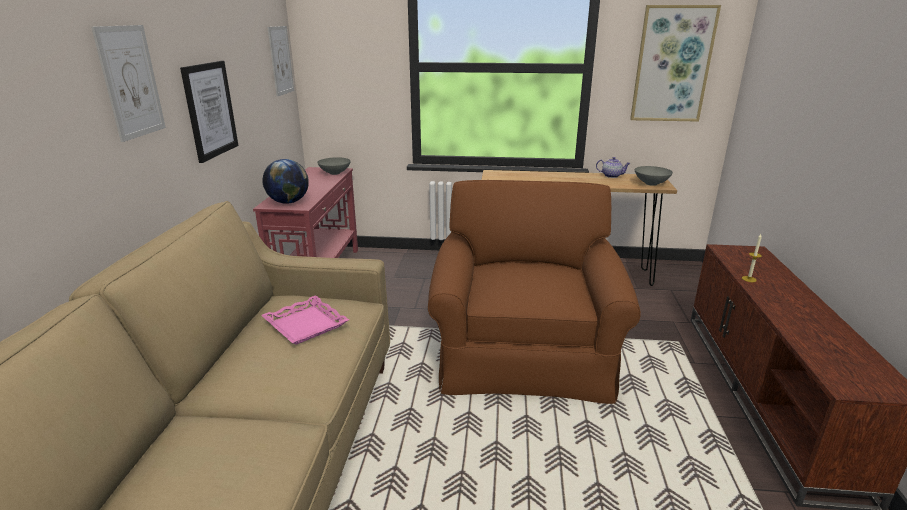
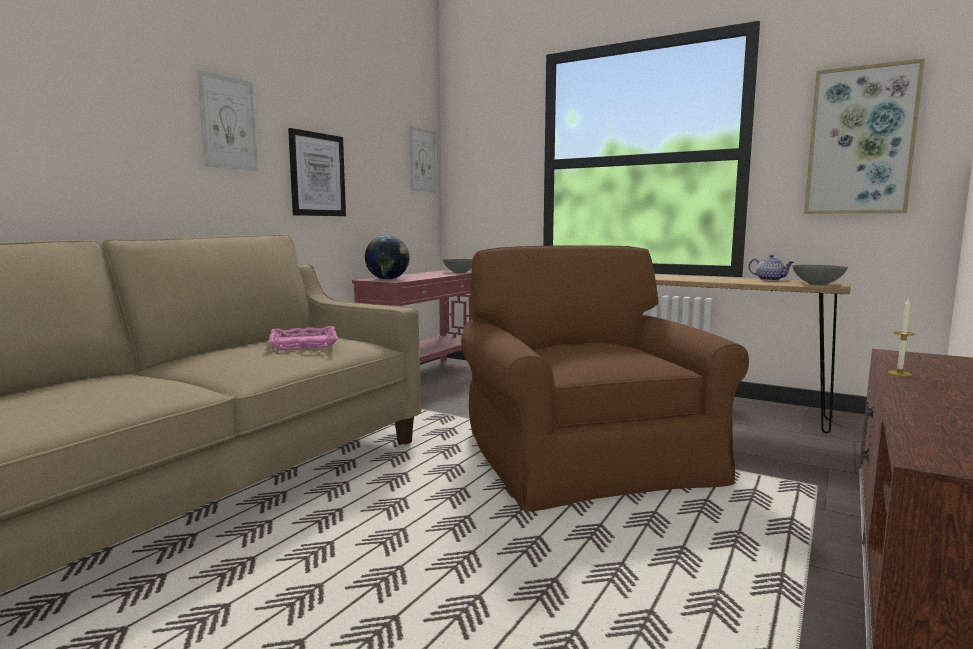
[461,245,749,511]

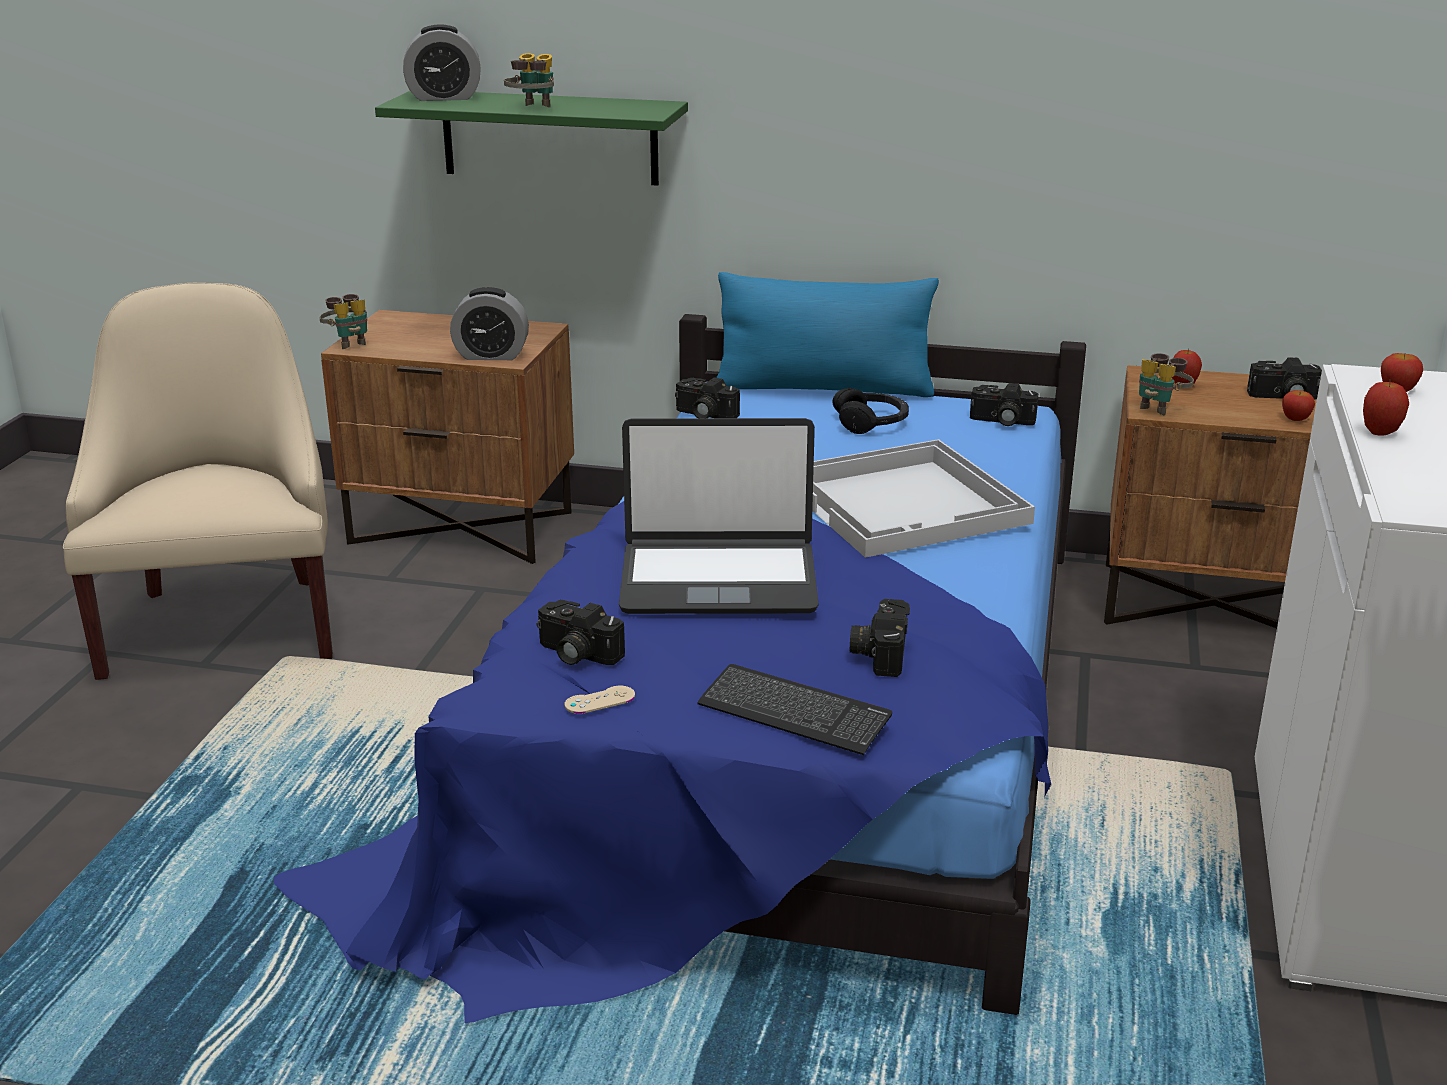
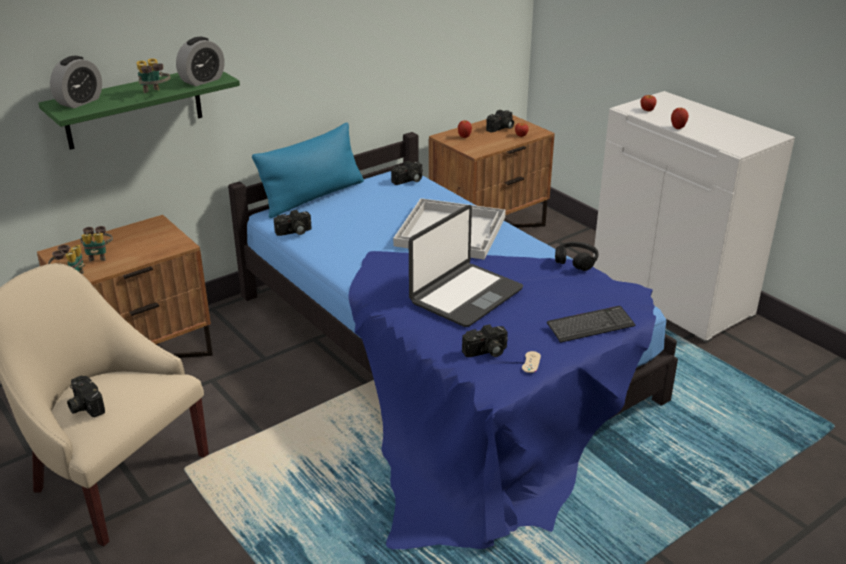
[176,37,224,86]
[80,226,113,262]
[555,242,599,271]
[67,376,105,418]

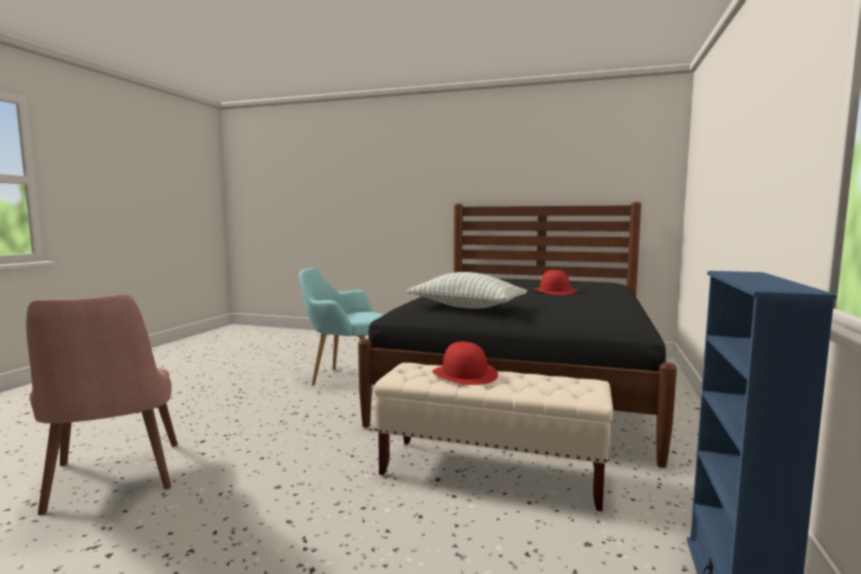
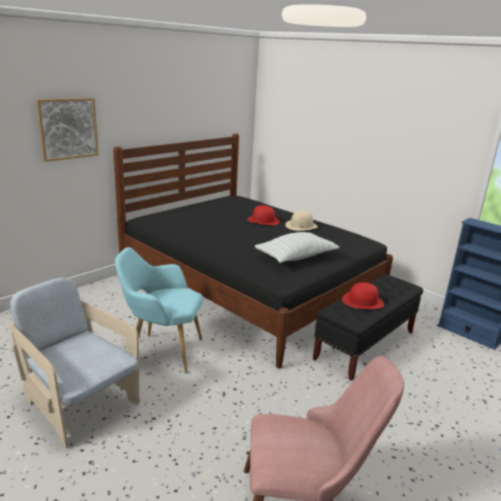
[115,247,203,373]
[313,274,423,381]
[36,98,98,162]
[285,210,318,231]
[9,278,139,448]

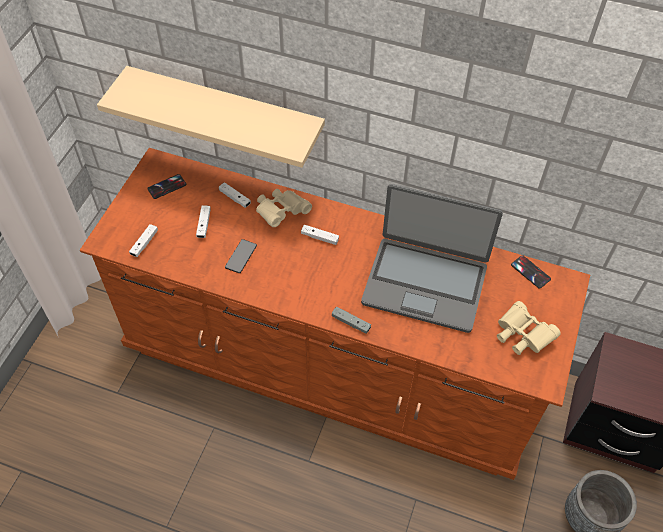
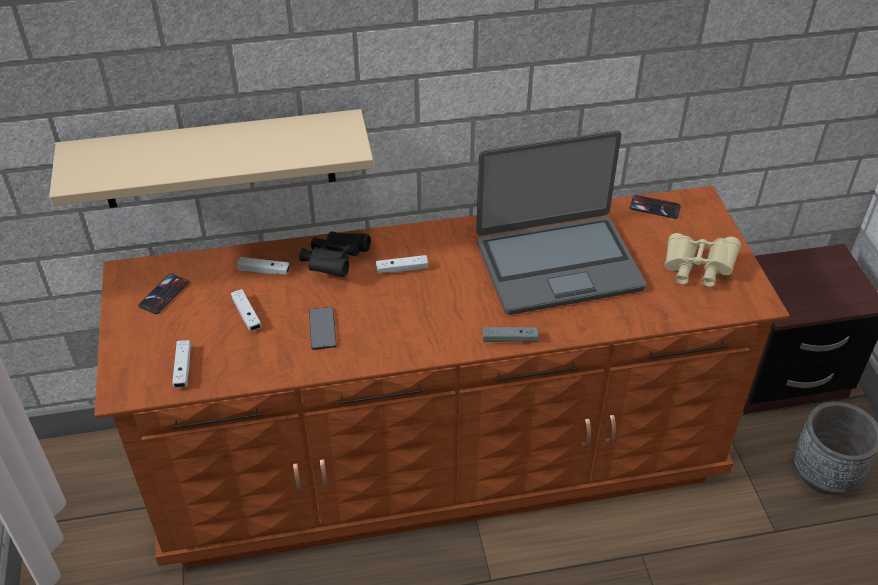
[299,231,371,277]

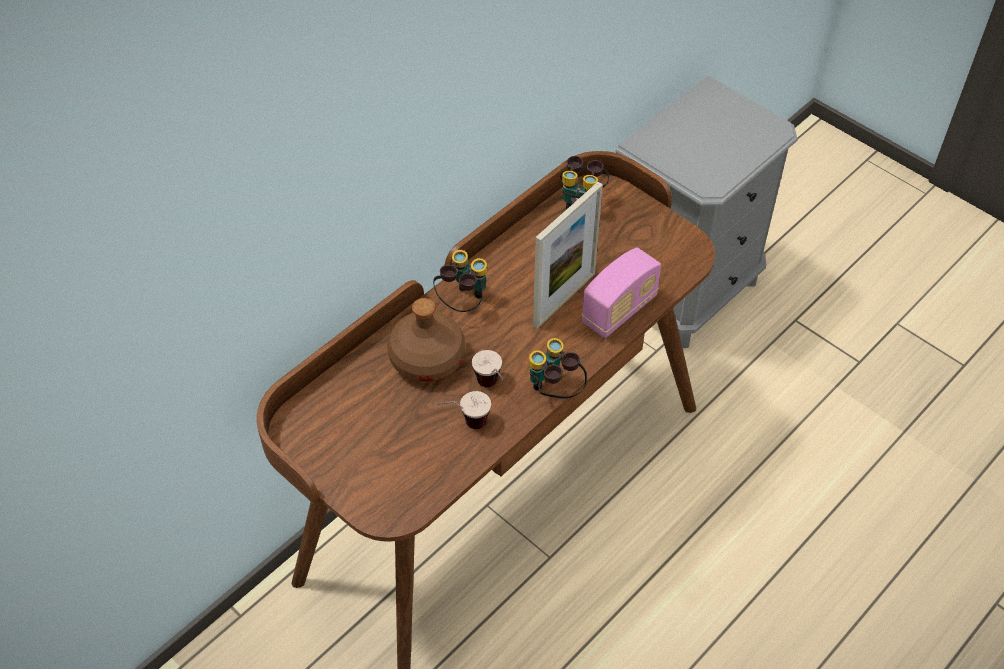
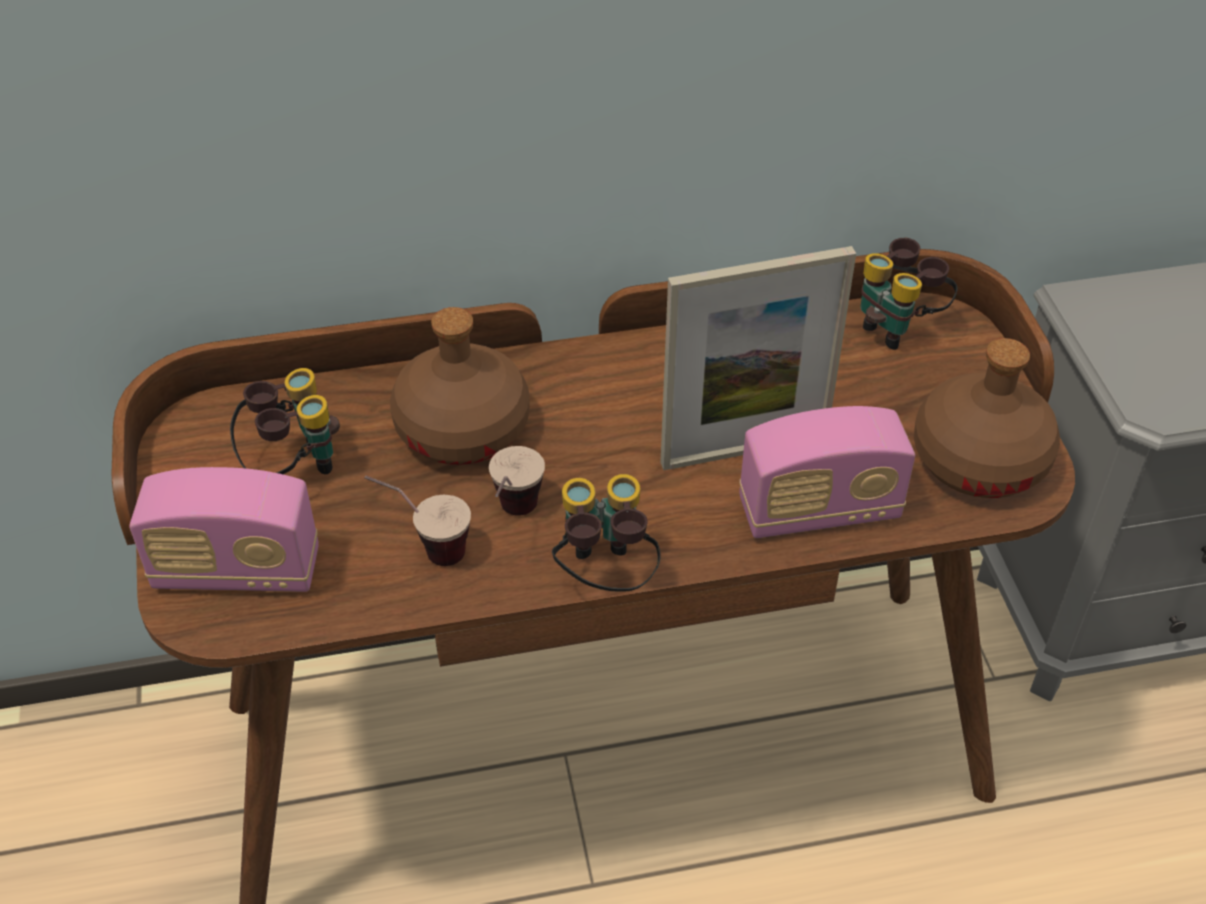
[230,368,340,474]
[914,338,1060,498]
[129,467,319,592]

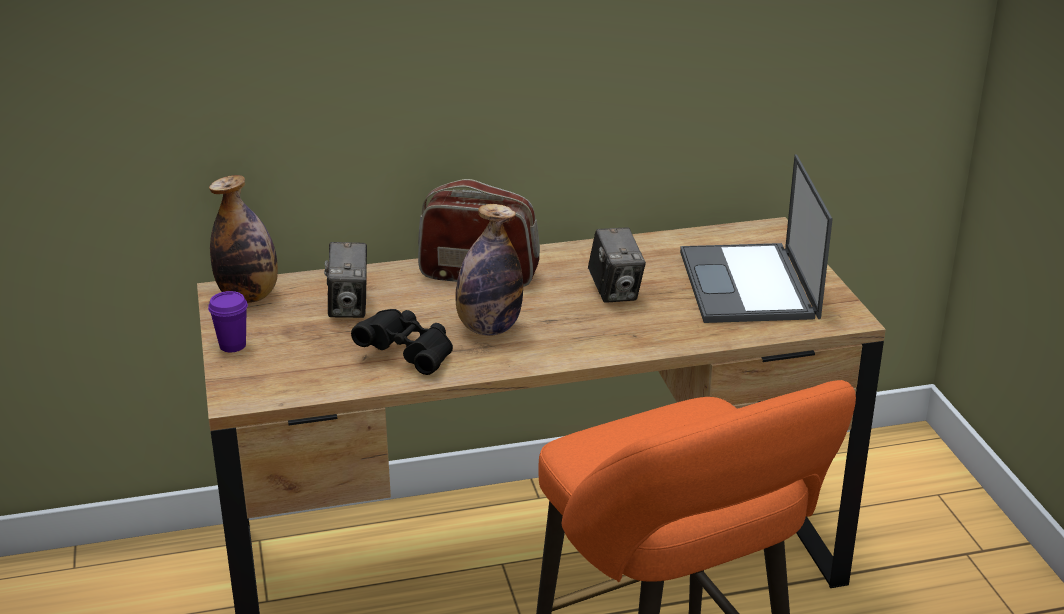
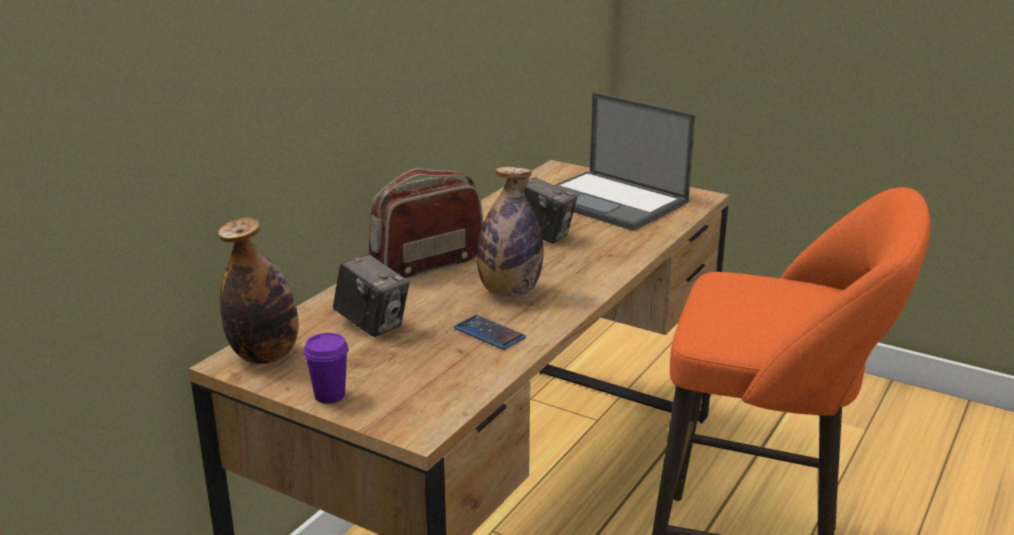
[454,315,526,350]

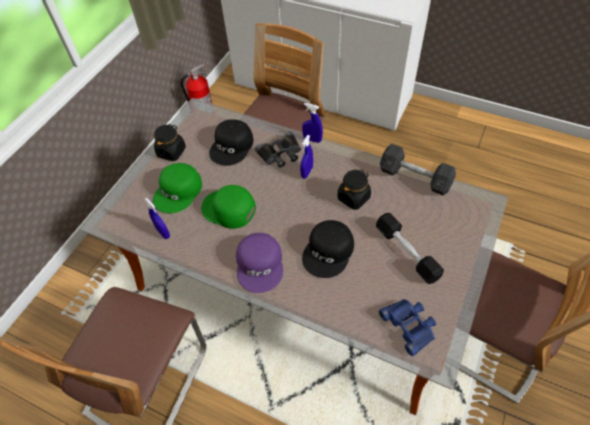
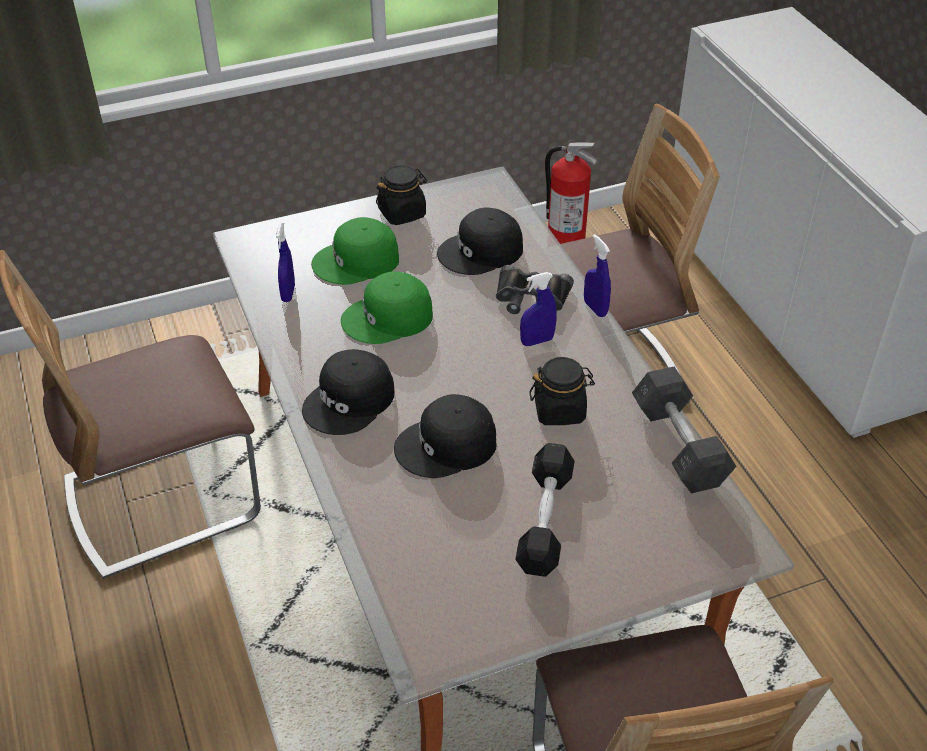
[341,271,433,344]
[302,349,395,435]
[379,299,436,356] (first image)

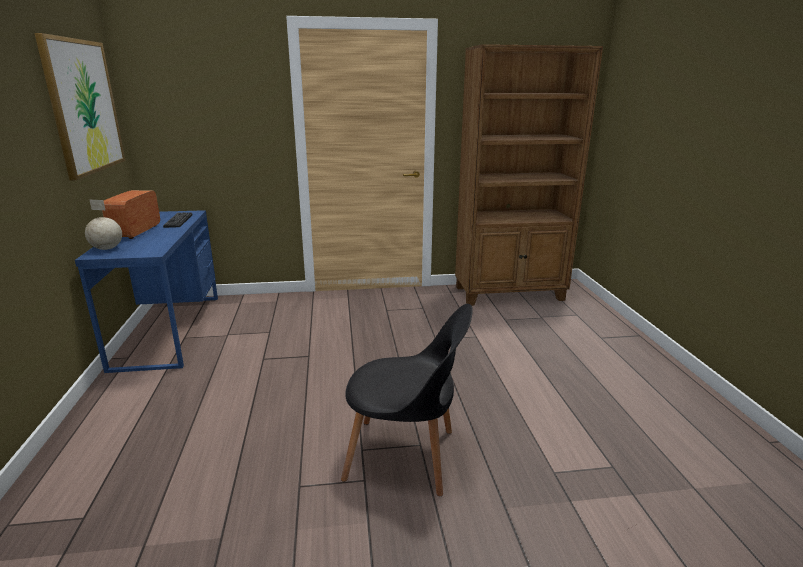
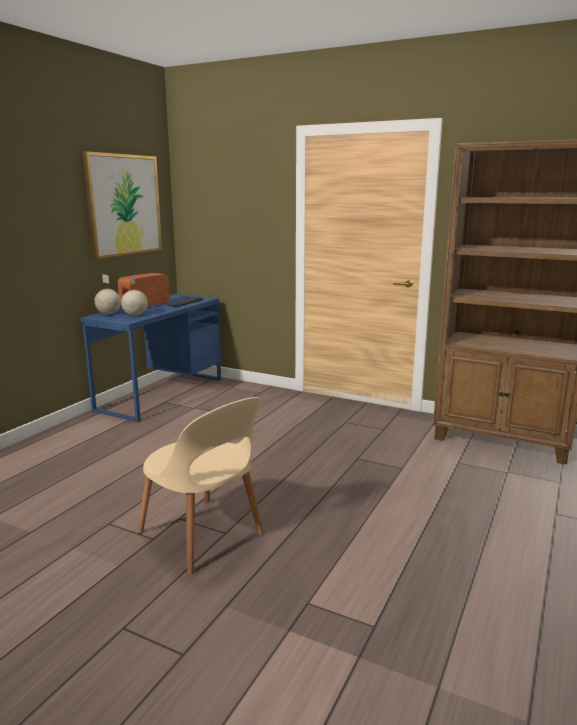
[138,397,264,574]
[121,275,148,316]

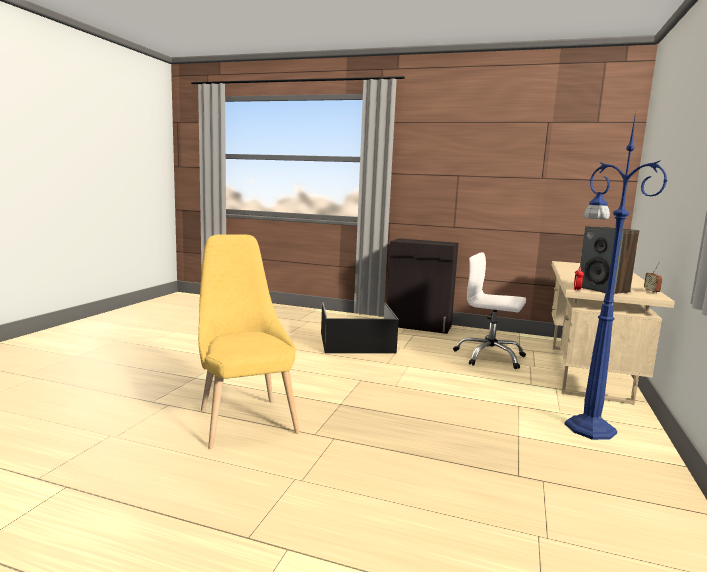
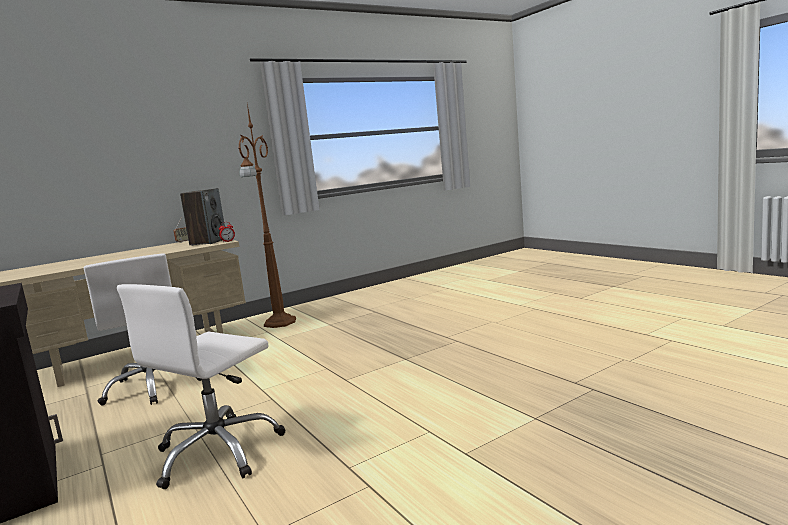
[239,104,296,328]
[198,234,300,449] (first image)
[117,284,286,489]

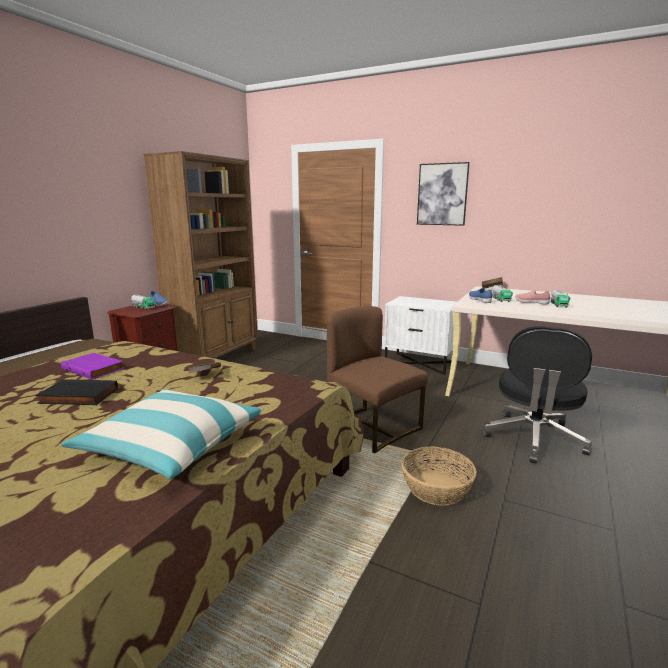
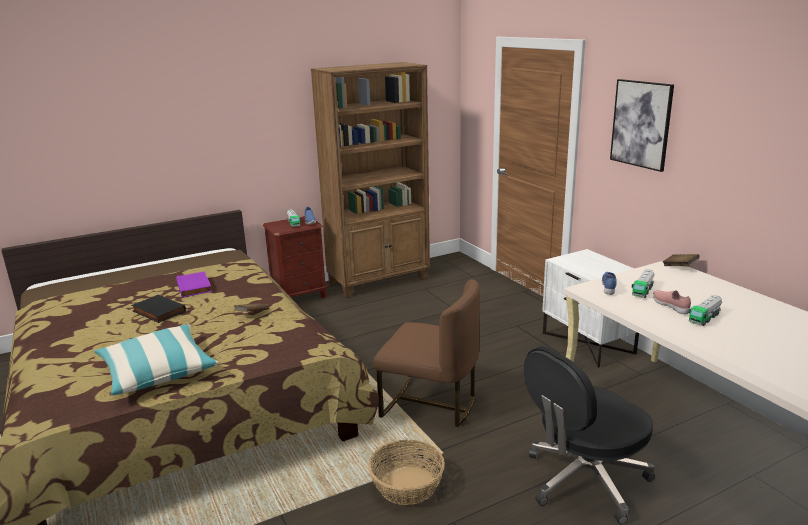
[374,279,480,427]

